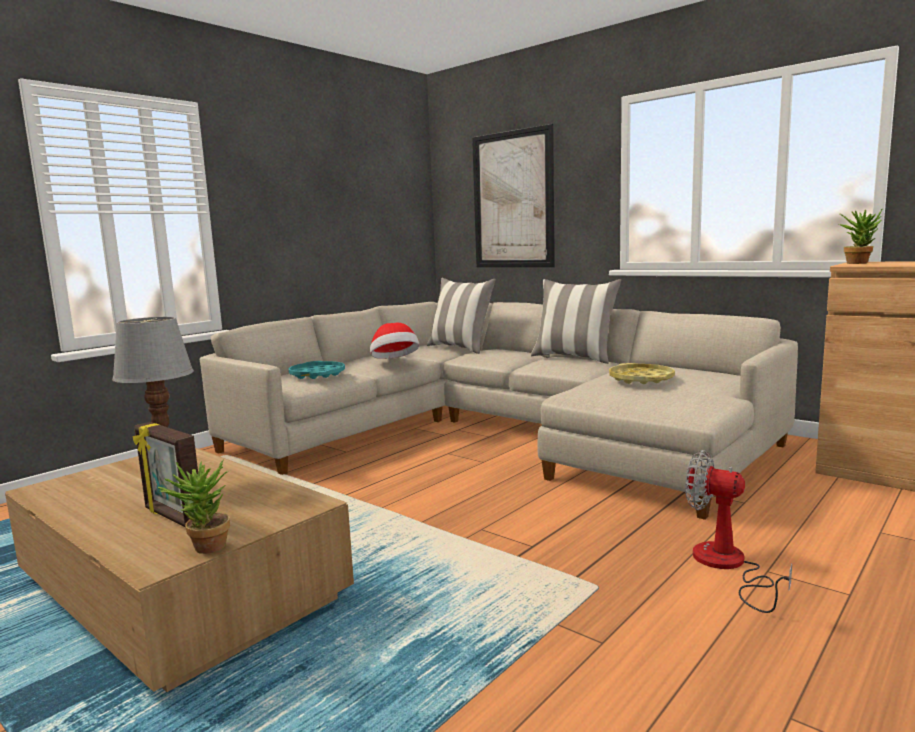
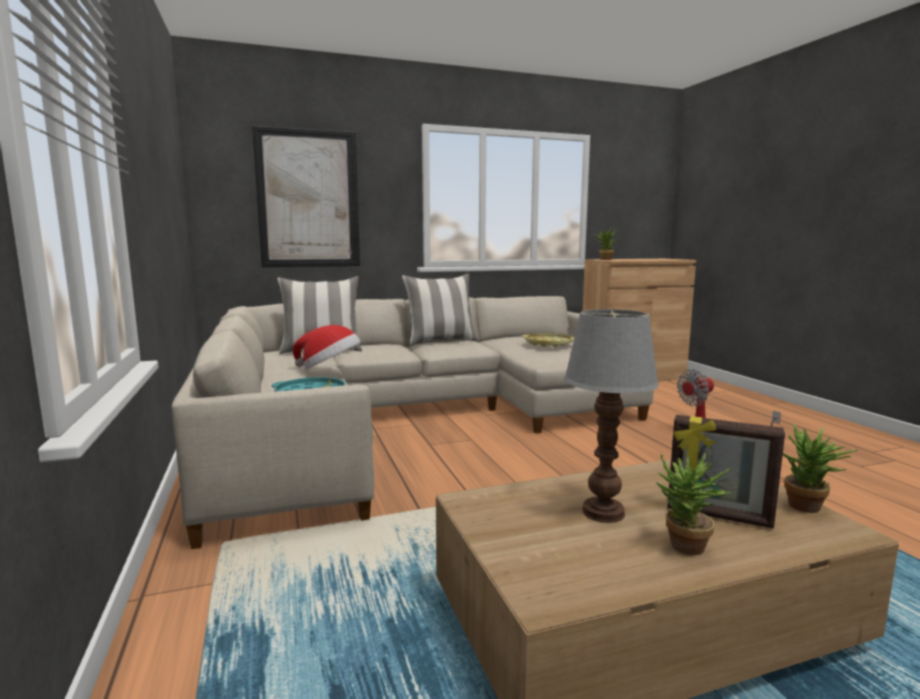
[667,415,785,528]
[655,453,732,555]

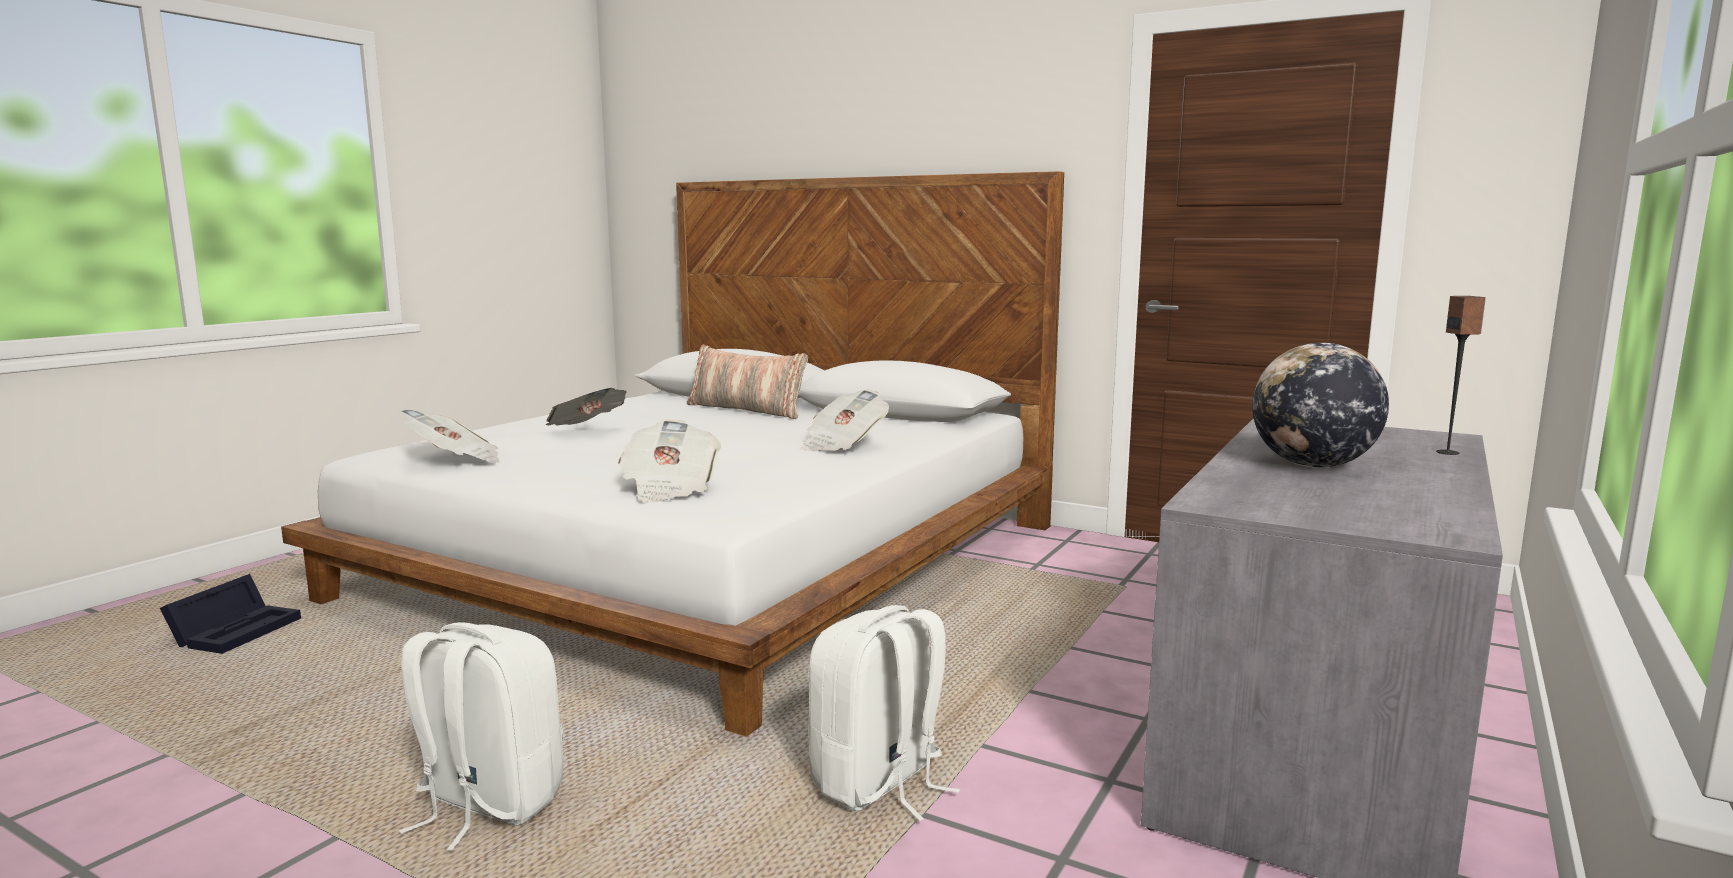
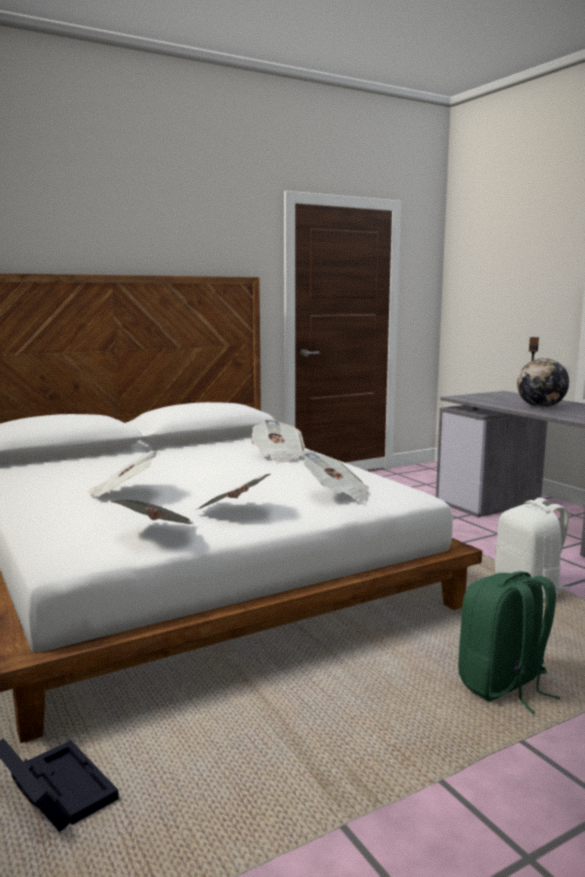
[687,345,808,419] (first image)
[458,571,560,714]
[196,474,270,510]

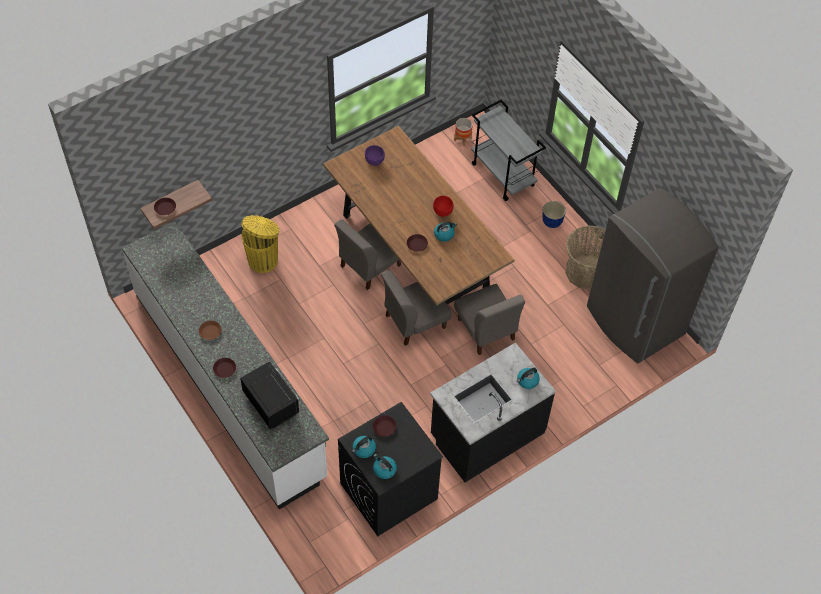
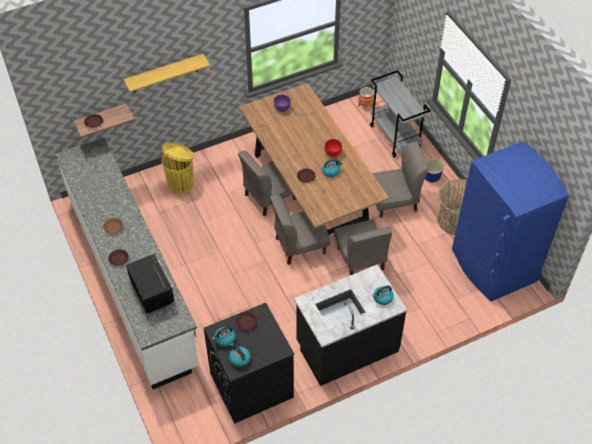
[452,142,569,302]
[123,54,210,92]
[372,142,429,218]

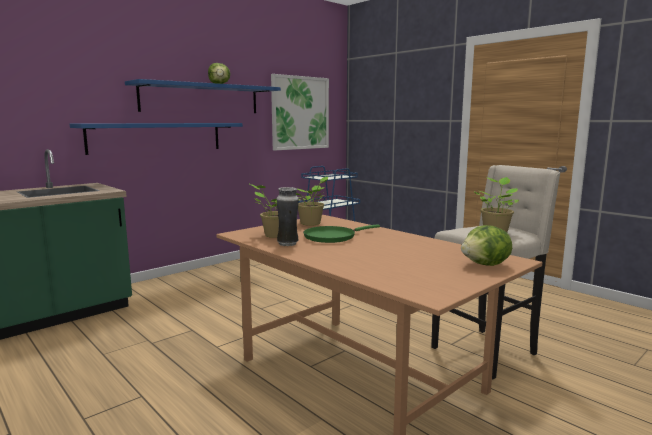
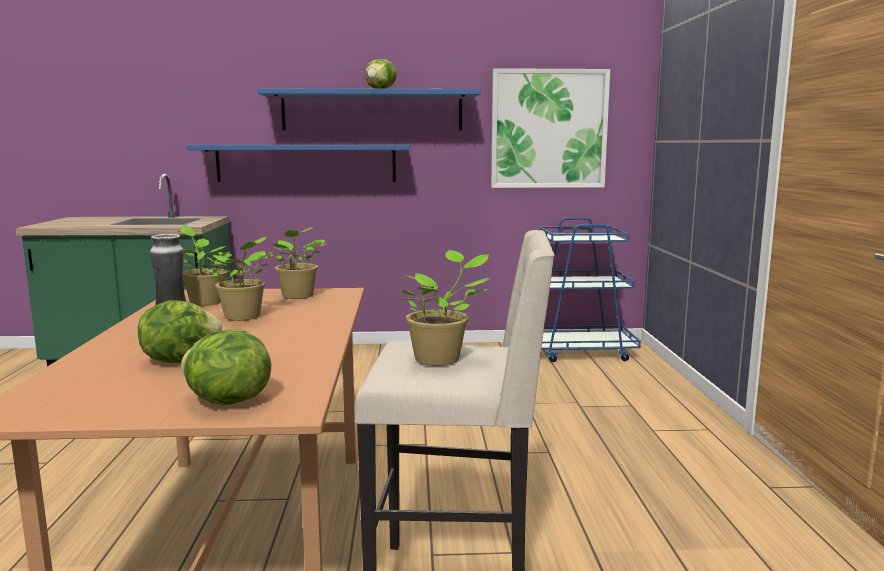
[207,237,274,321]
[138,300,222,363]

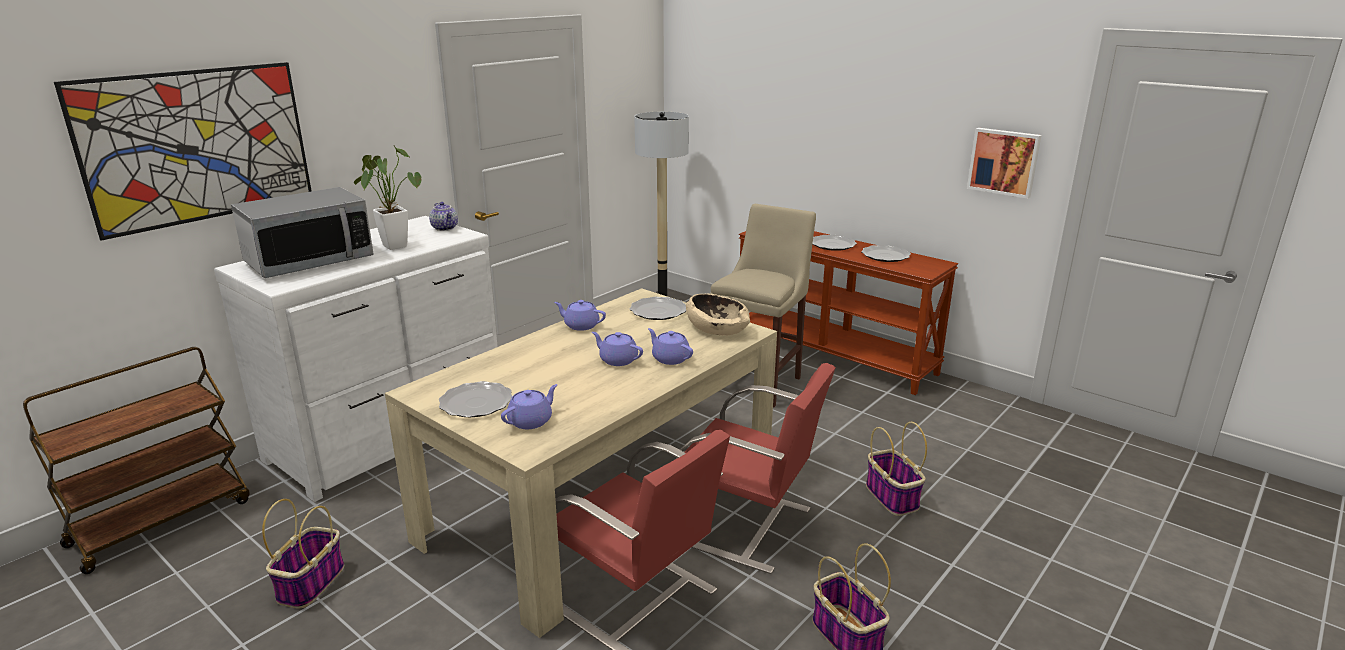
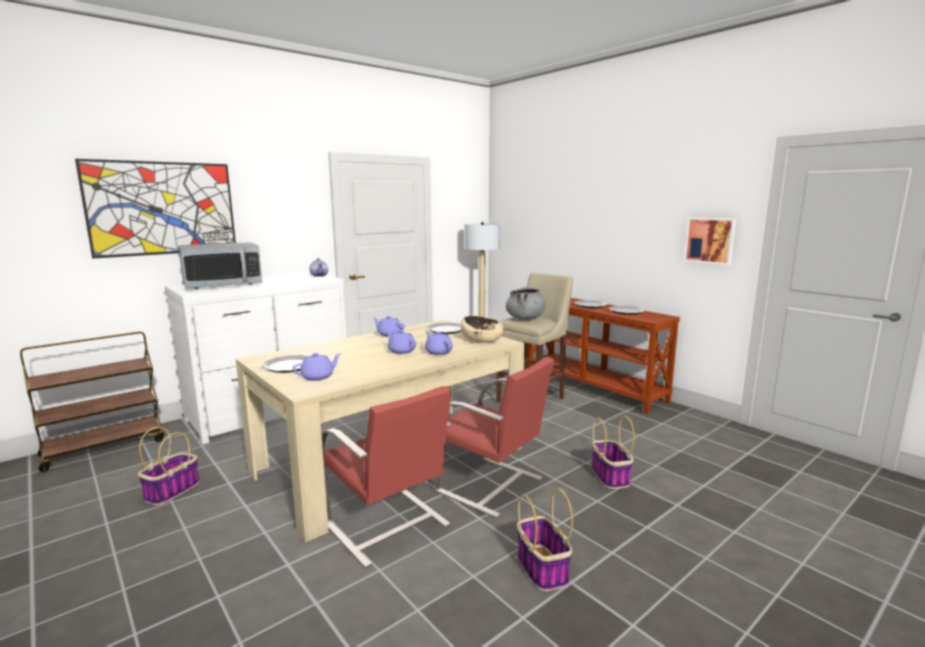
[354,146,422,250] (first image)
[506,287,546,320]

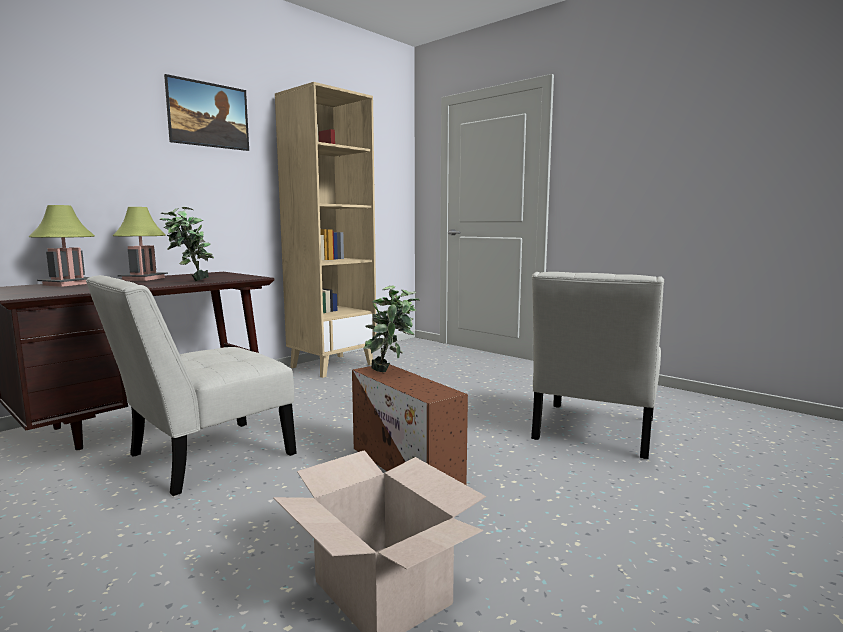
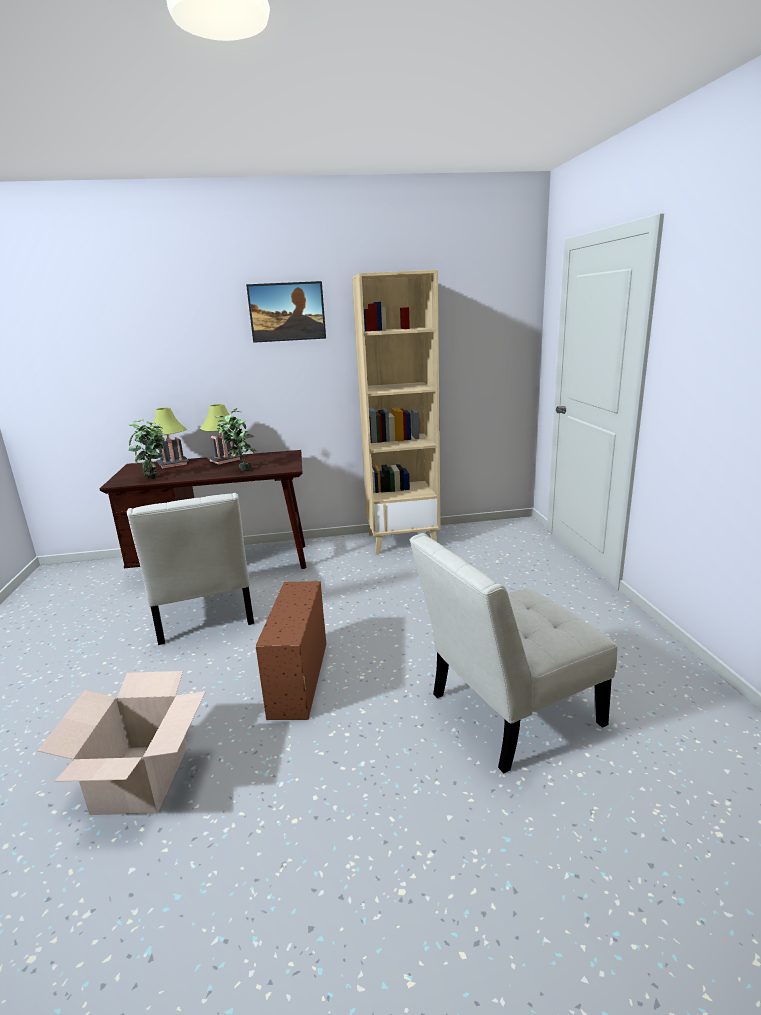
[127,493,254,645]
[128,419,166,479]

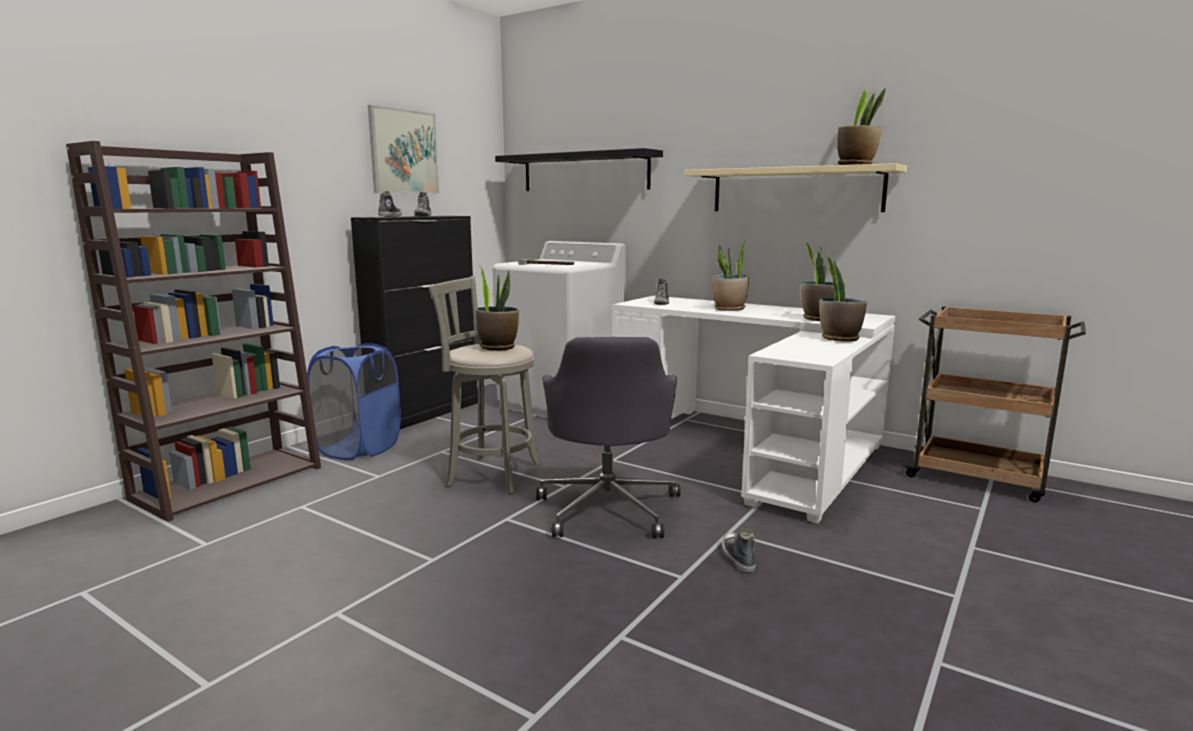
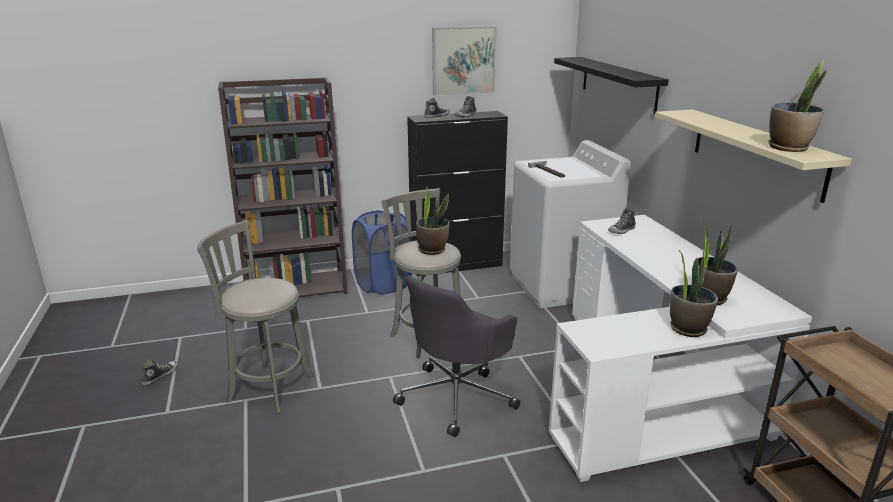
[712,240,749,311] (first image)
[141,359,178,386]
[197,220,314,414]

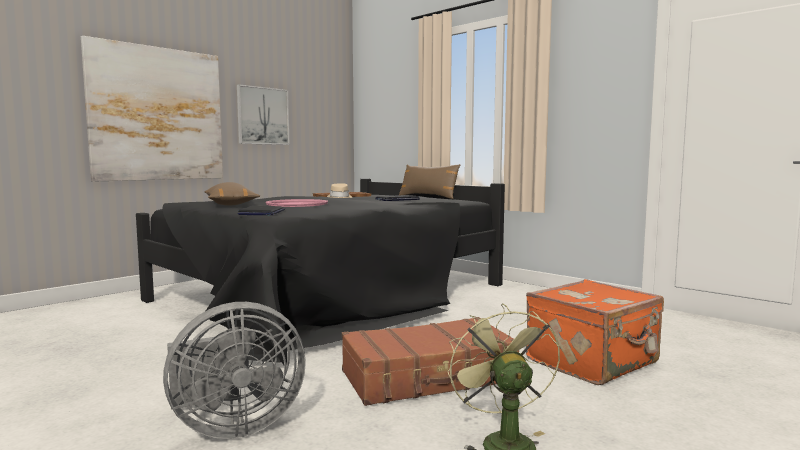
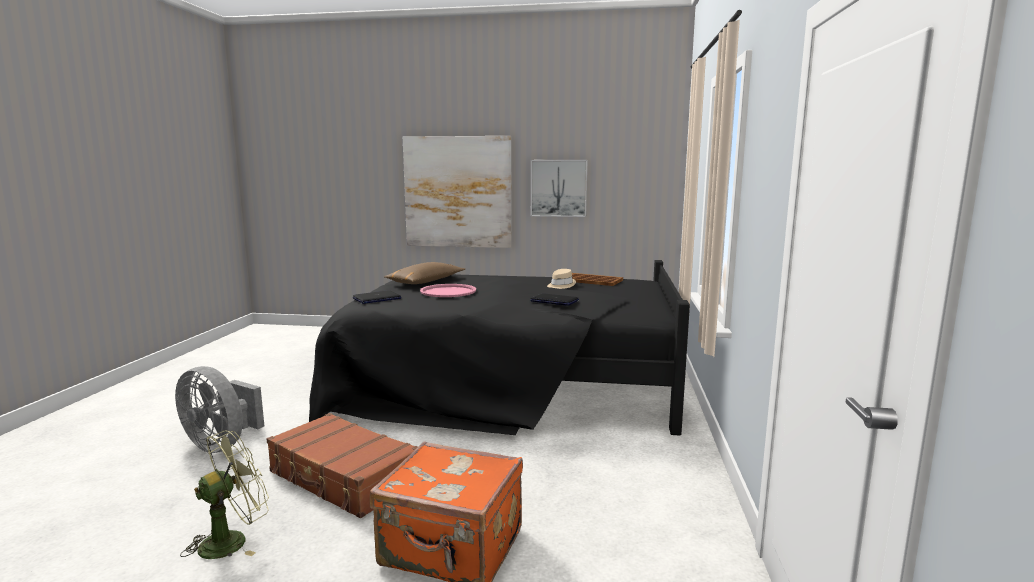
[399,164,461,199] (first image)

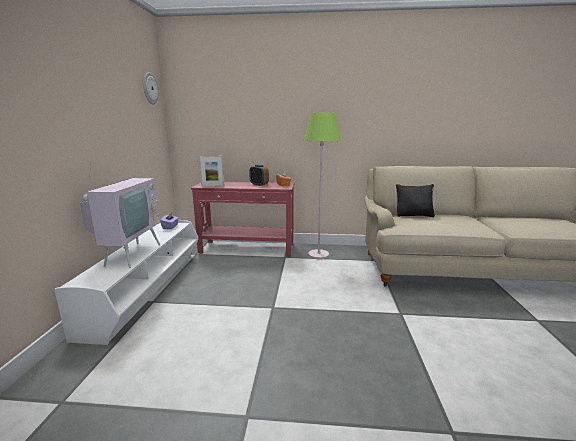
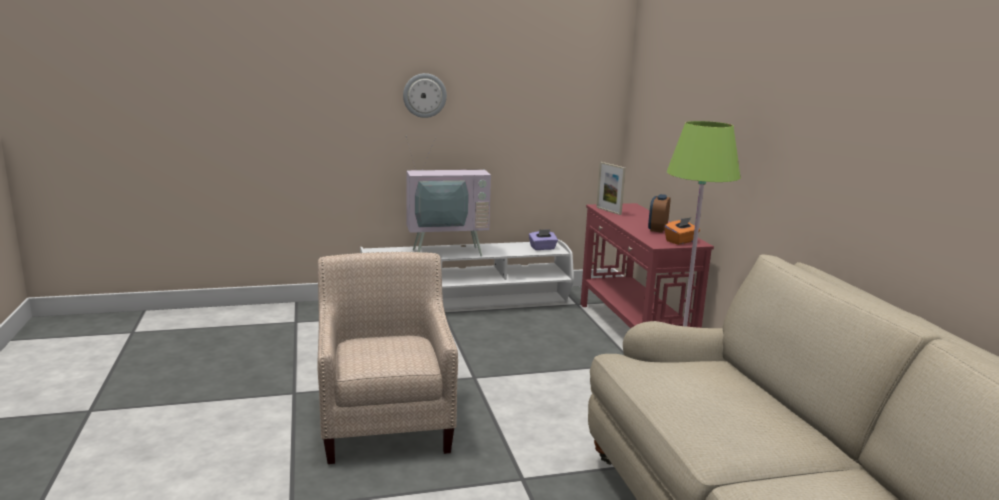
[403,73,447,118]
[396,184,435,217] (first image)
[318,252,458,464]

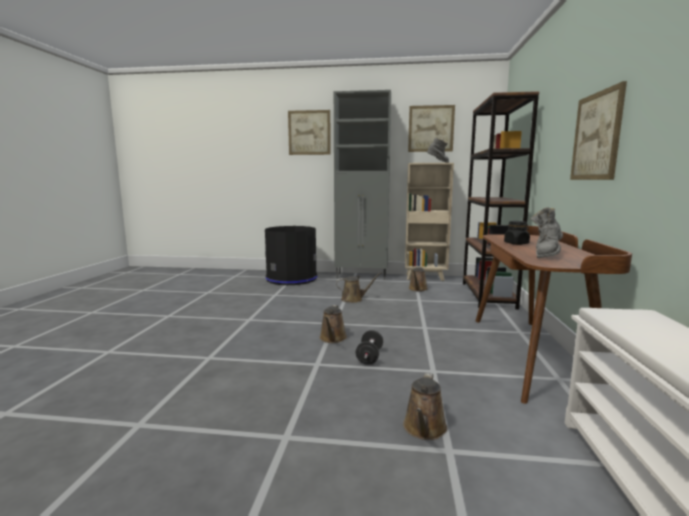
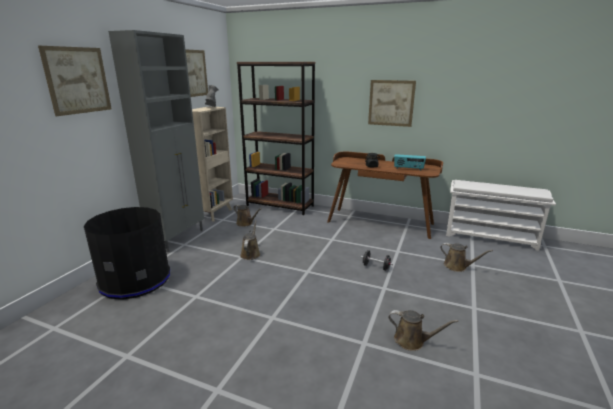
[394,154,426,170]
[388,310,458,351]

